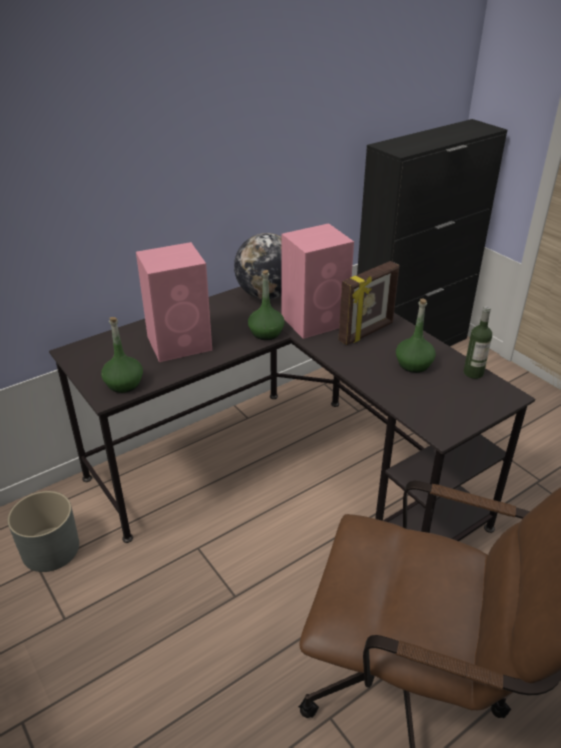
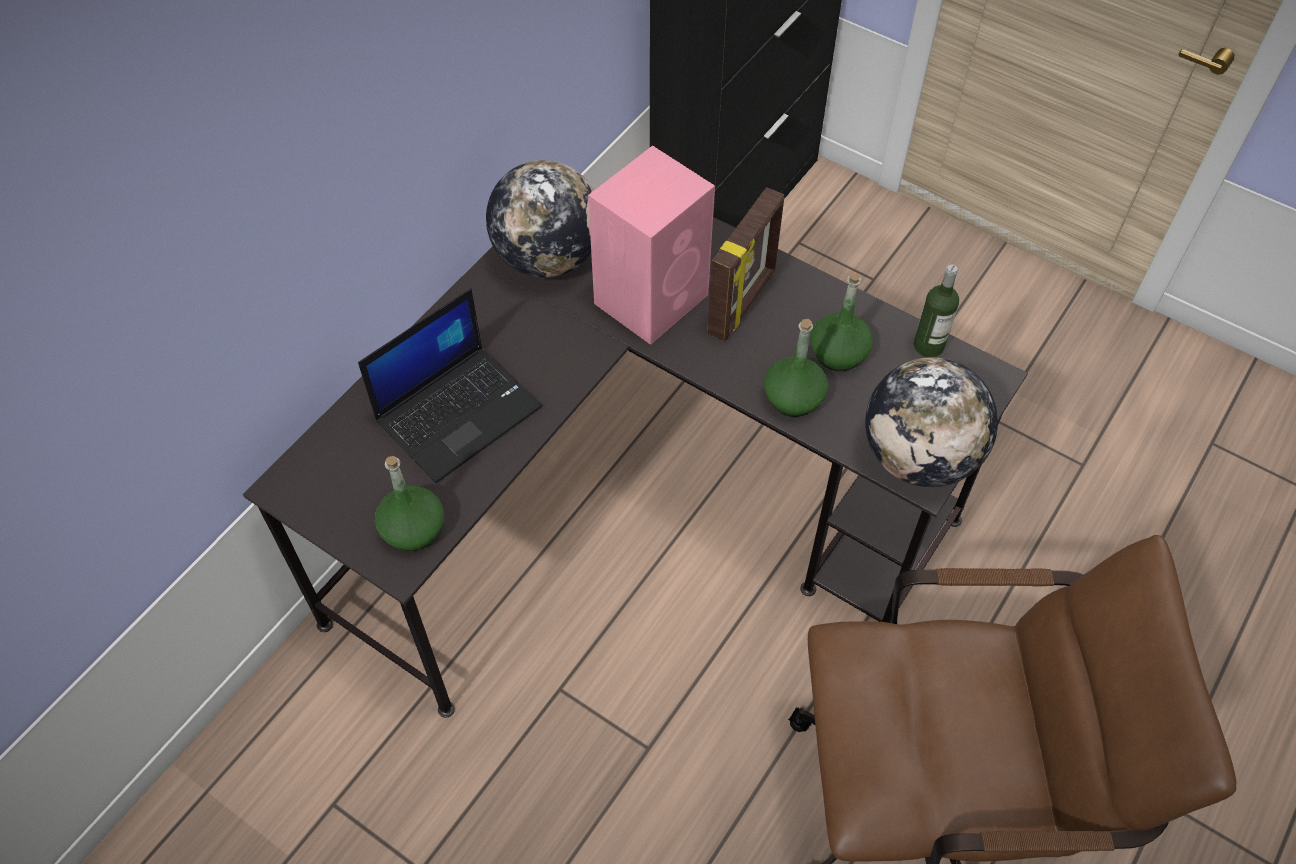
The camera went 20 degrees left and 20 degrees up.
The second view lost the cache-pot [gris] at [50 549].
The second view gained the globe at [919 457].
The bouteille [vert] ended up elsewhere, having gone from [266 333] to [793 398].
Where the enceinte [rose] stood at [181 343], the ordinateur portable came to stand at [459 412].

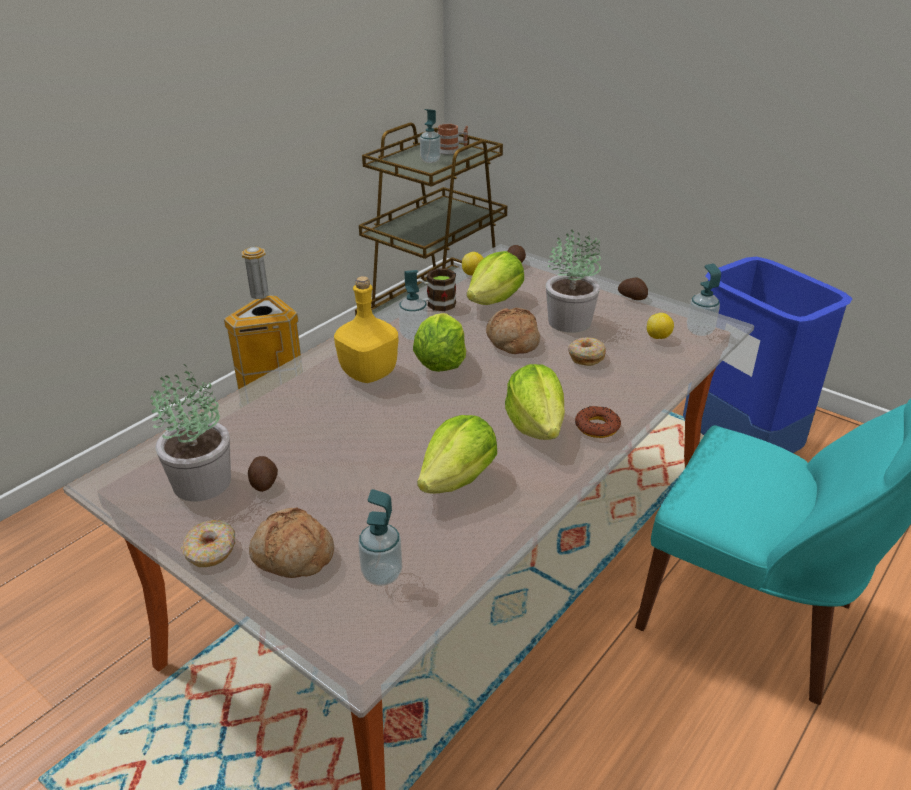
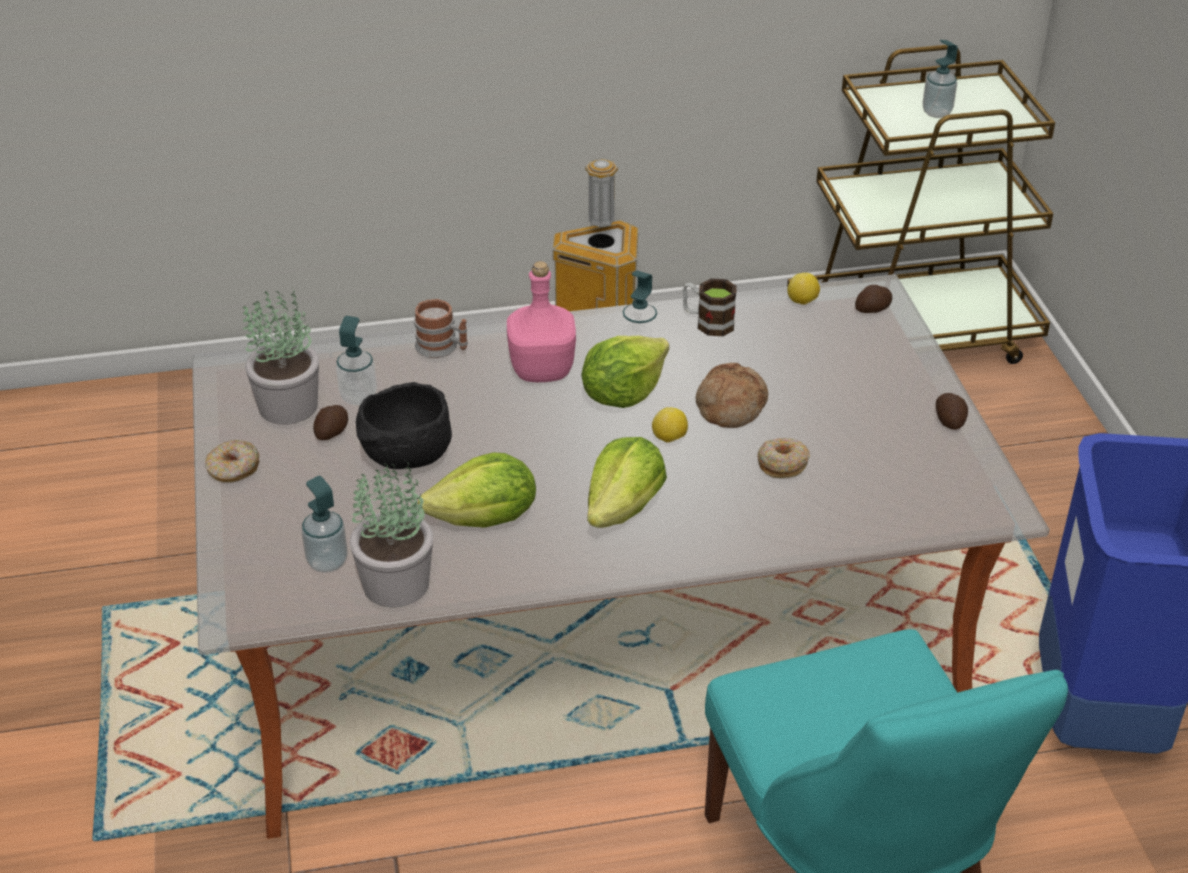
The camera went 40 degrees right and 5 degrees up.
The second view lost the pain at [292 556].
The second view lost the laitue at [495 300].
The second view lost the beignet at [597 427].
The second view gained the bol [noir] at [407 459].
The mug ended up elsewhere, having gone from [452 150] to [442 348].
The plante en pot ended up elsewhere, having gone from [570 321] to [397 584].
The citron ended up elsewhere, having gone from [658 337] to [669 439].
The distributeur de savon ended up elsewhere, having gone from [699 331] to [358 397].
What was the bouteille [jaune] at [369 373] turned into the bouteille [rose] at [542 371].

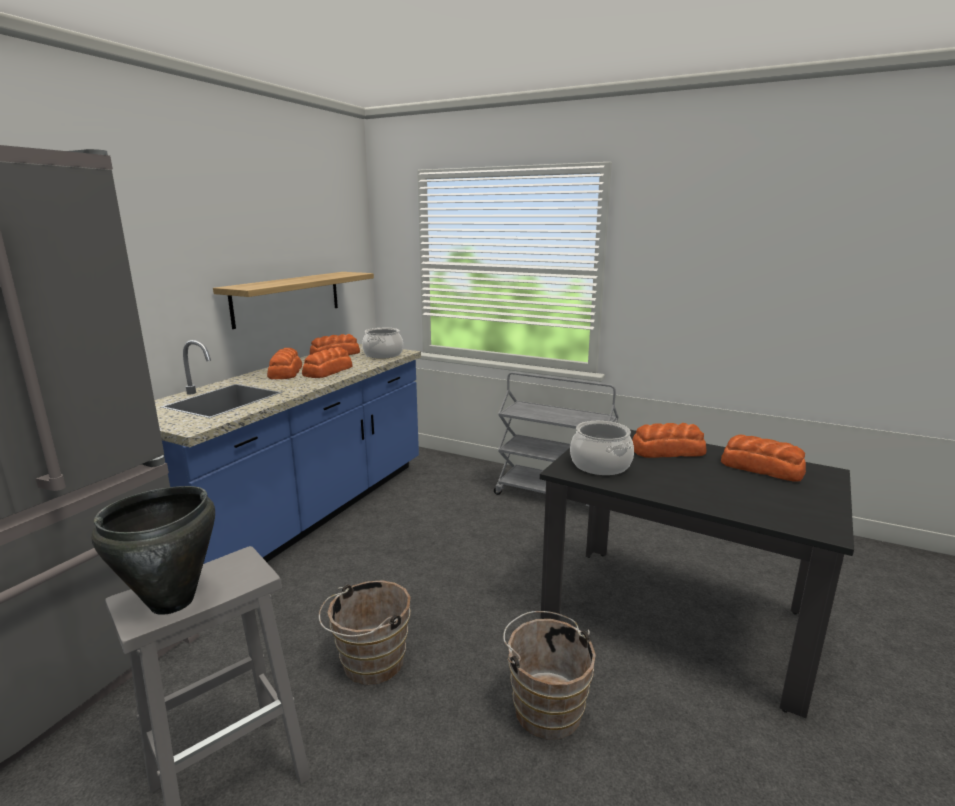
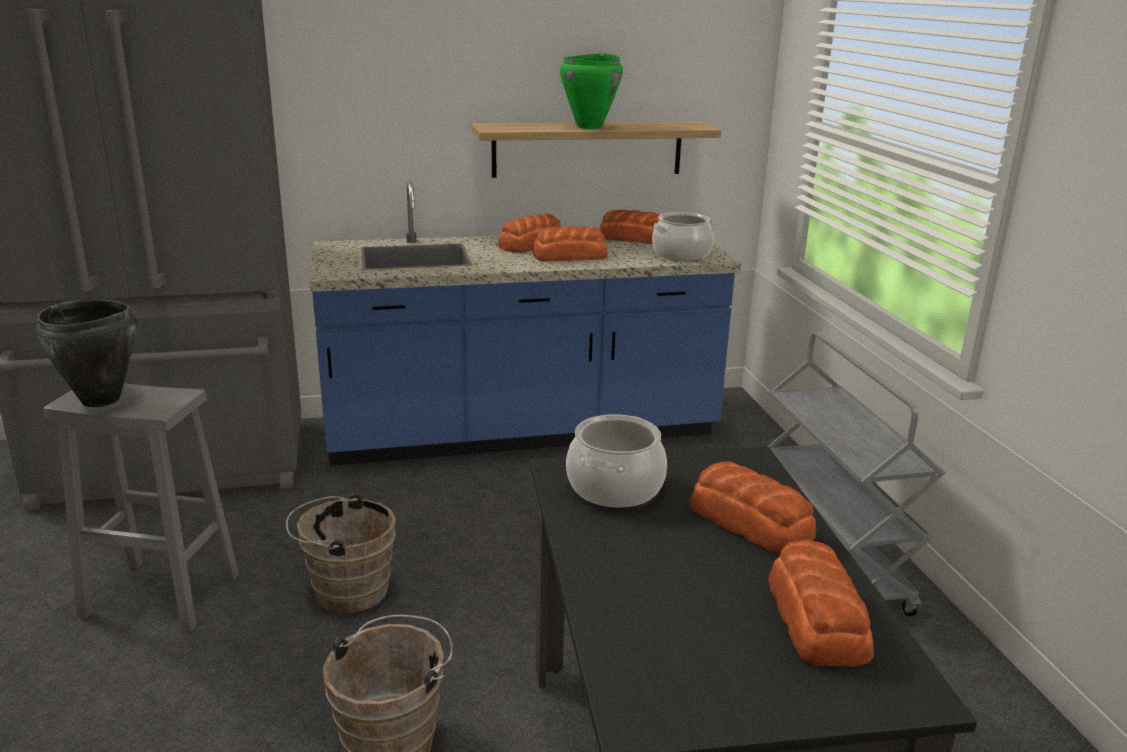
The camera went 50 degrees right and 5 degrees up.
The second view gained the marmite [vert] at [590 127].

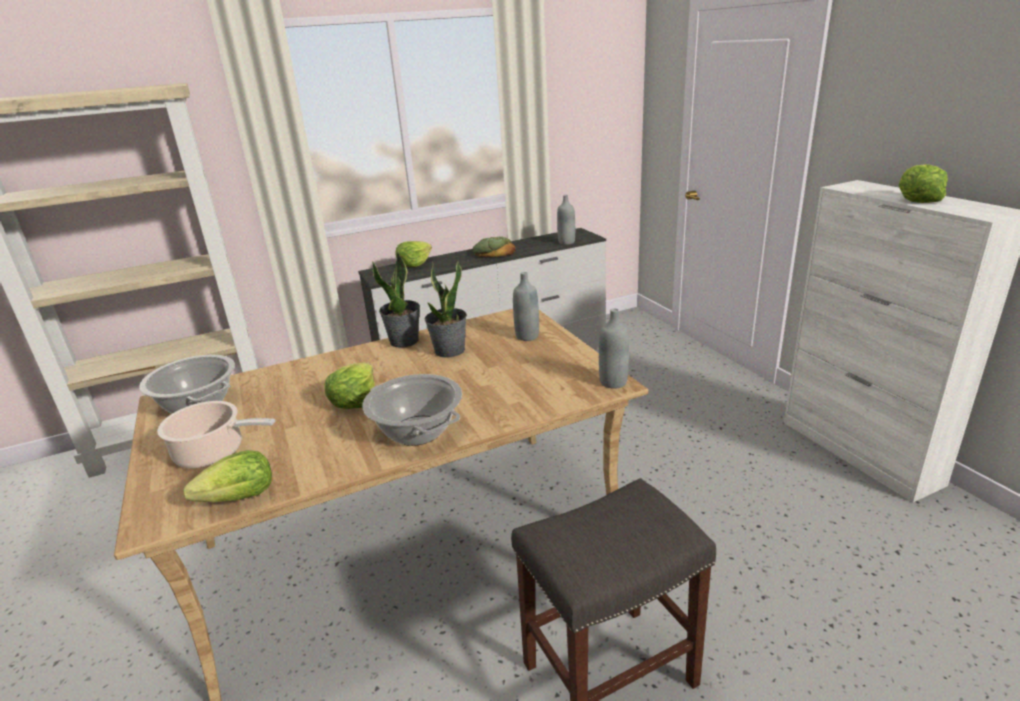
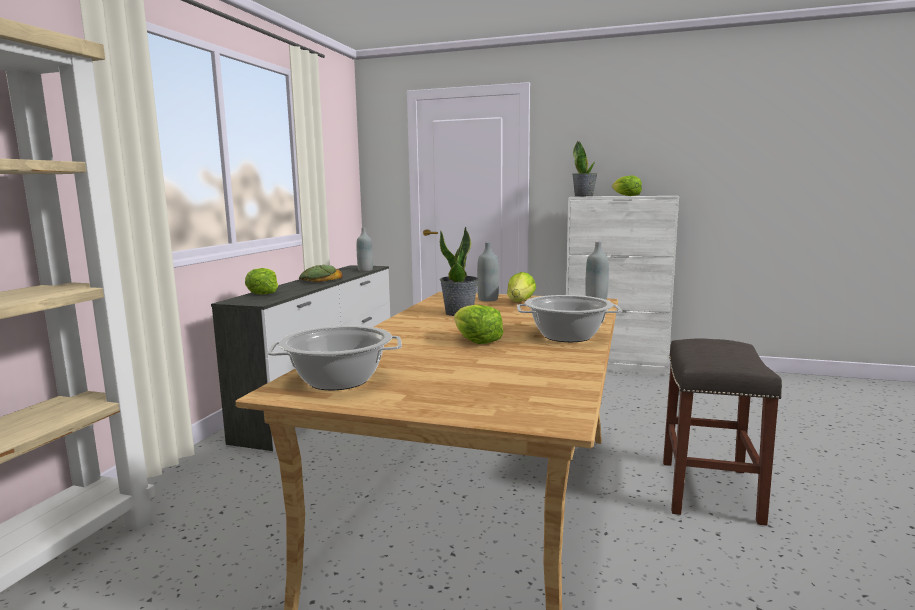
The camera went 50 degrees left and 15 degrees down.
The second view lost the marmite at [214 453].
The laitue ended up elsewhere, having gone from [240 498] to [520 302].
The plante en pot ended up elsewhere, having gone from [404 341] to [584 196].

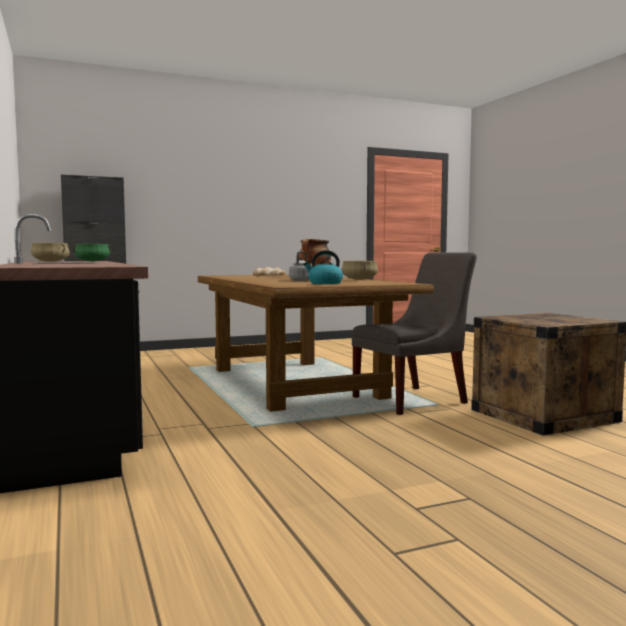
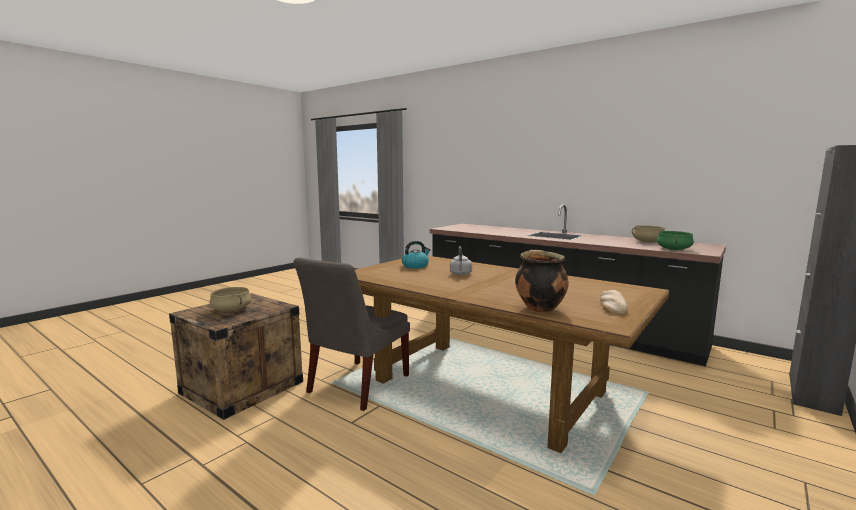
The camera went 150 degrees right and 5 degrees up.
The marmite [beige] ended up elsewhere, having gone from [359 279] to [232 310].

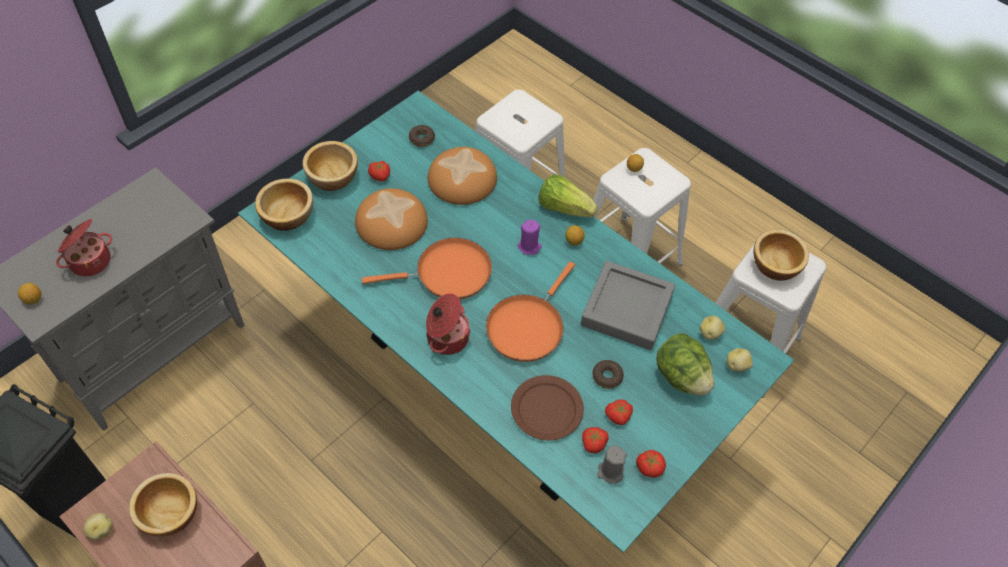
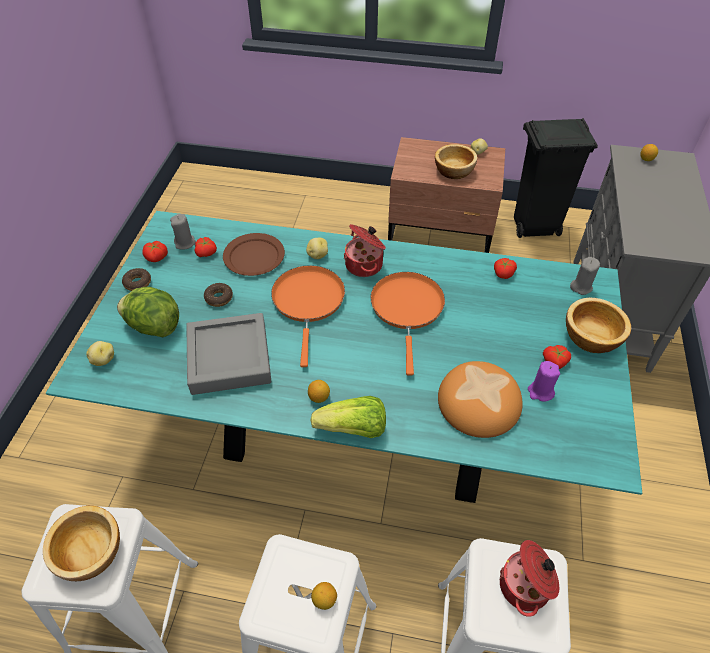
The camera went 150 degrees right and 5 degrees down.
The second view lost the pain at [390 223].
The marmite ended up elsewhere, having gone from [90 260] to [526 586].
The beignet ended up elsewhere, having gone from [422 139] to [137 283].
The bougie [violet] ended up elsewhere, having gone from [529 247] to [540 392].
The tomate ended up elsewhere, having gone from [618 416] to [503 273].
The pomme de terre ended up elsewhere, having gone from [710 333] to [317 255].
Where the bol stood at [287 214], the bougie [gris] came to stand at [581 287].
The poêle [orange] at [448 273] ended up facing another way, 135 degrees clockwise from before.

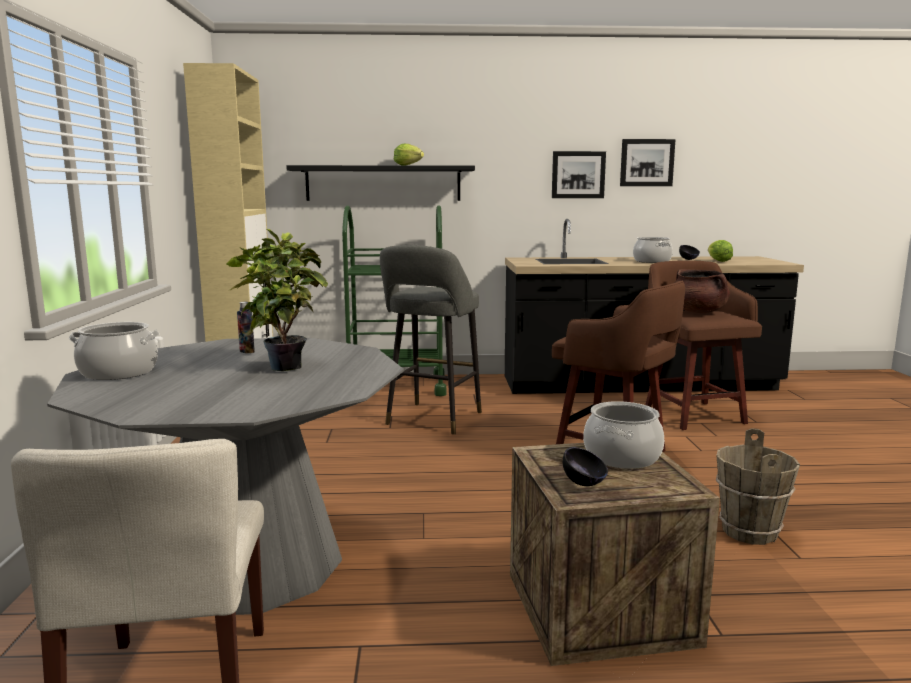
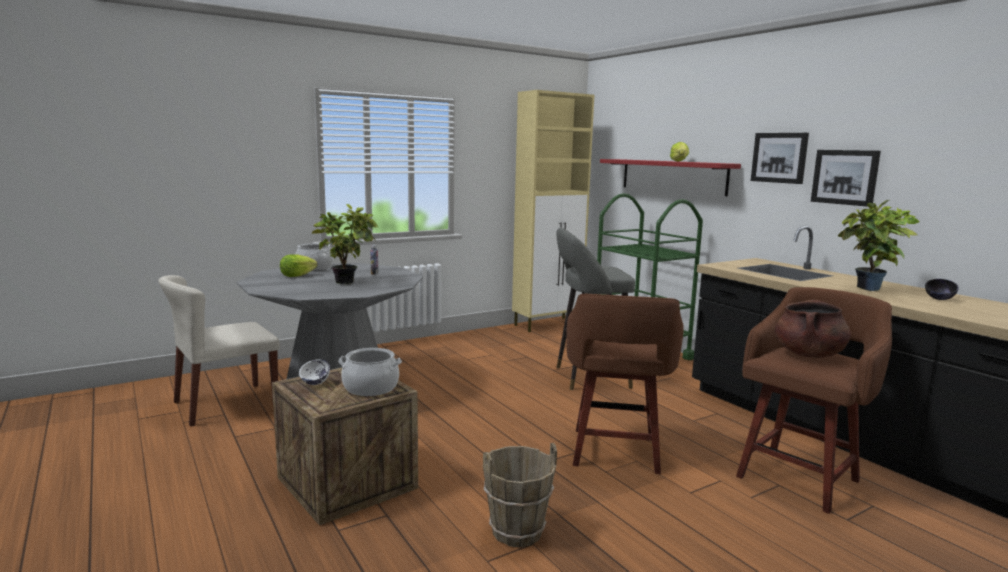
The camera went 60 degrees right and 0 degrees up.
The tableau ended up elsewhere, having gone from [646 162] to [779 157].
The laitue ended up elsewhere, having gone from [718 261] to [297 276].
Where the marmite stood at [652 261], the plante en pot came to stand at [869 290].
What was the étagère [noir] at [383 183] turned into the étagère [rouge] at [672 176].
What was the bol [noir] at [584 483] turned into the bol [blanc] at [315 383].

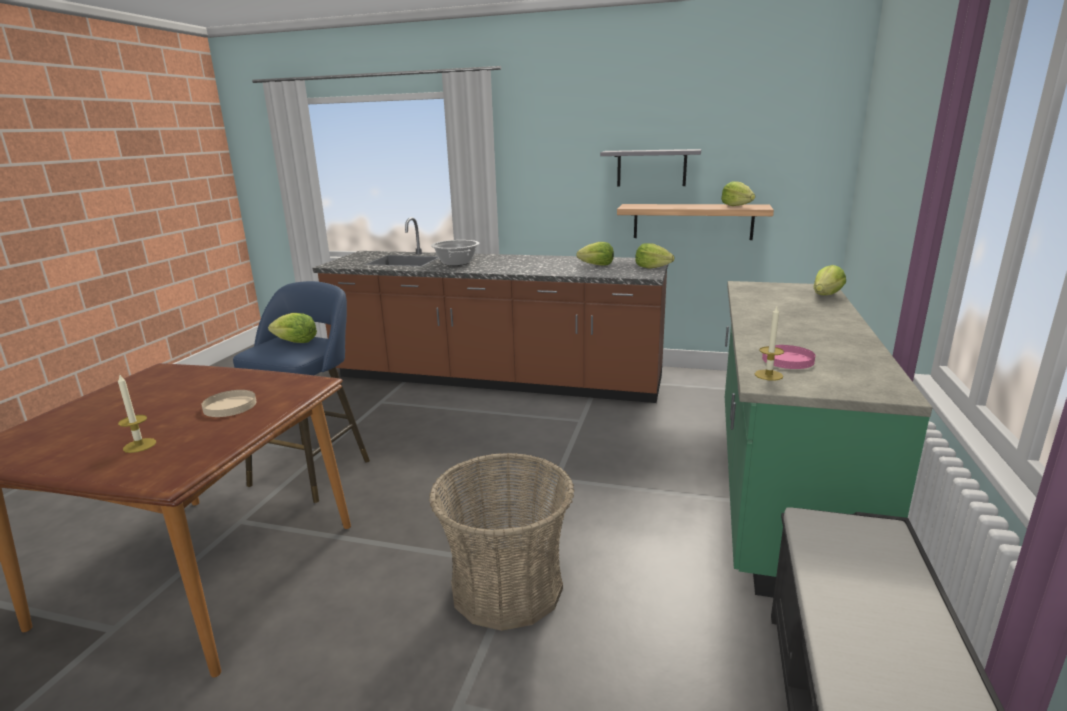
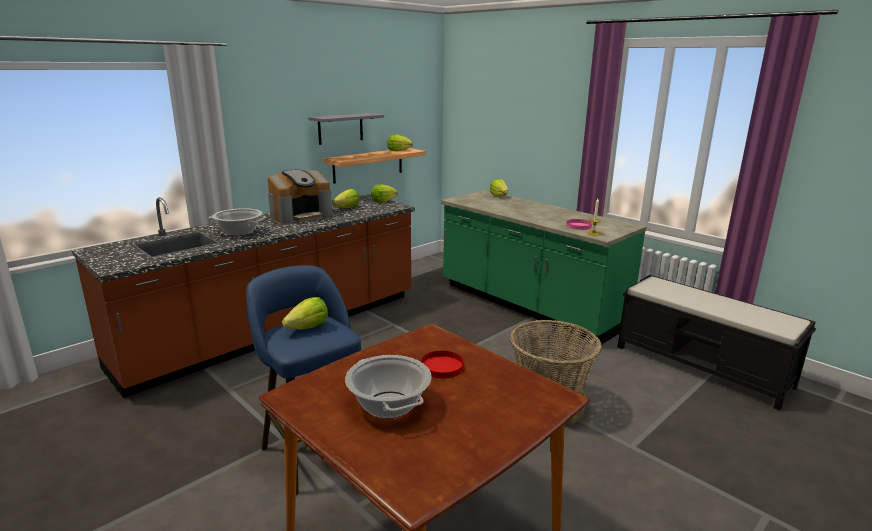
The camera went 60 degrees left and 0 degrees up.
The second view lost the bougie at [139 445].
The second view gained the machine à café at [300 215].
The second view gained the marmite at [388 405].
What was the assiette [beige] at [229 406] turned into the assiette [rouge] at [442 367].

